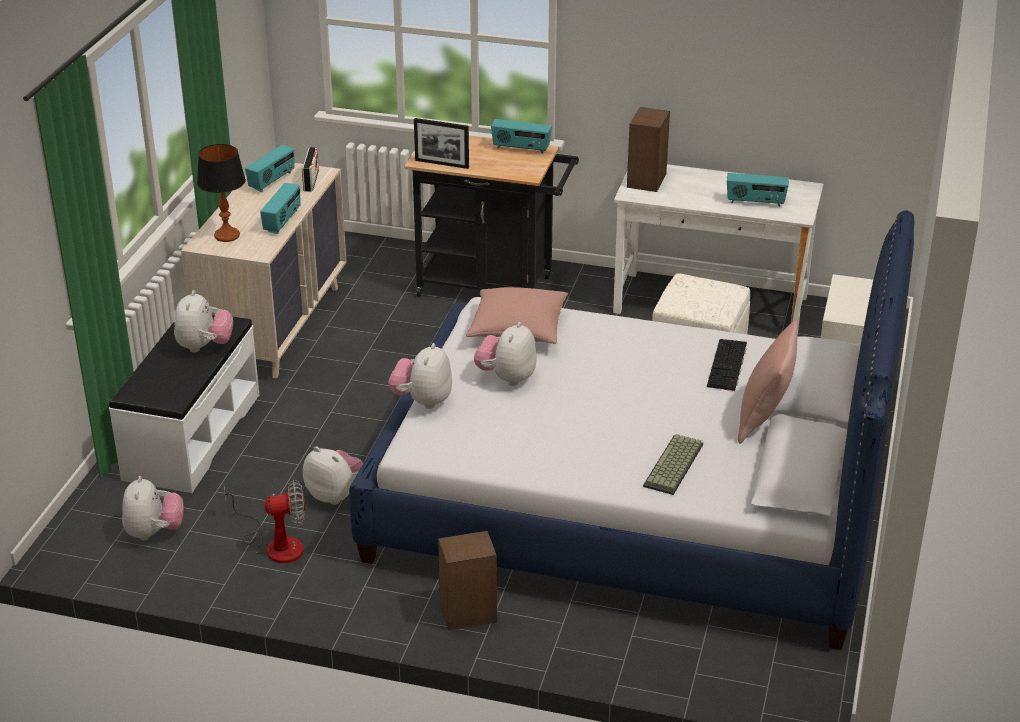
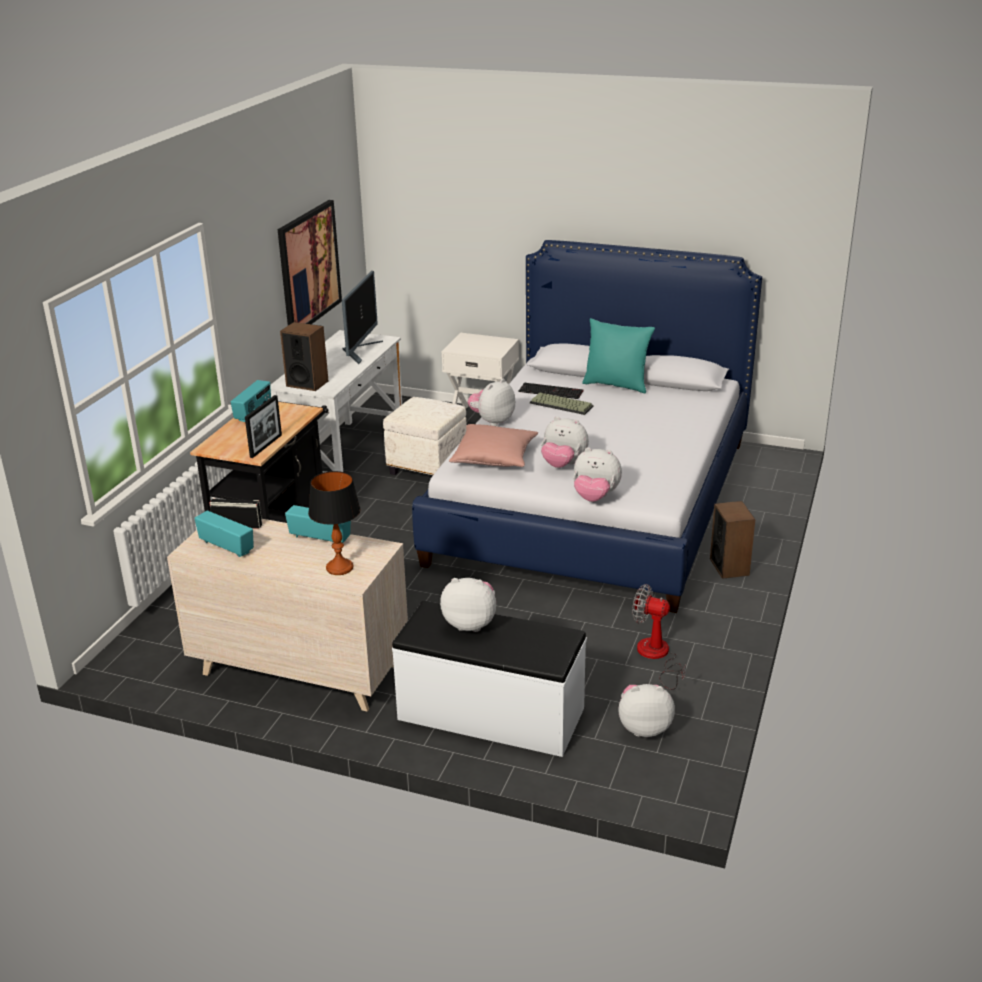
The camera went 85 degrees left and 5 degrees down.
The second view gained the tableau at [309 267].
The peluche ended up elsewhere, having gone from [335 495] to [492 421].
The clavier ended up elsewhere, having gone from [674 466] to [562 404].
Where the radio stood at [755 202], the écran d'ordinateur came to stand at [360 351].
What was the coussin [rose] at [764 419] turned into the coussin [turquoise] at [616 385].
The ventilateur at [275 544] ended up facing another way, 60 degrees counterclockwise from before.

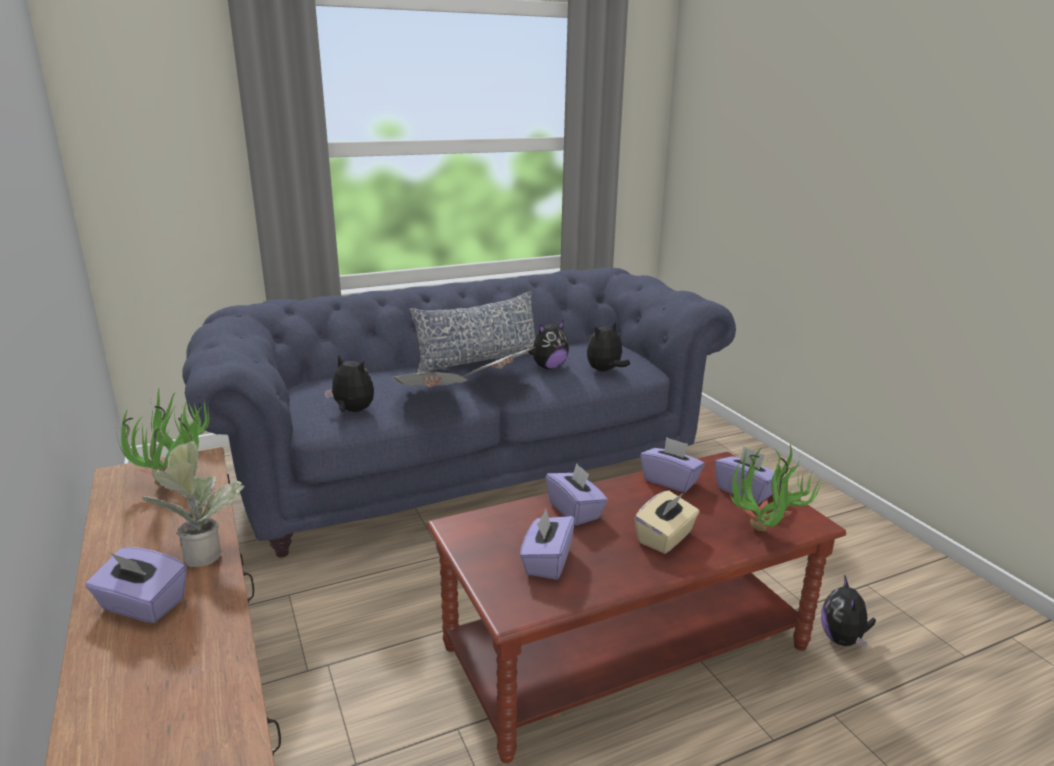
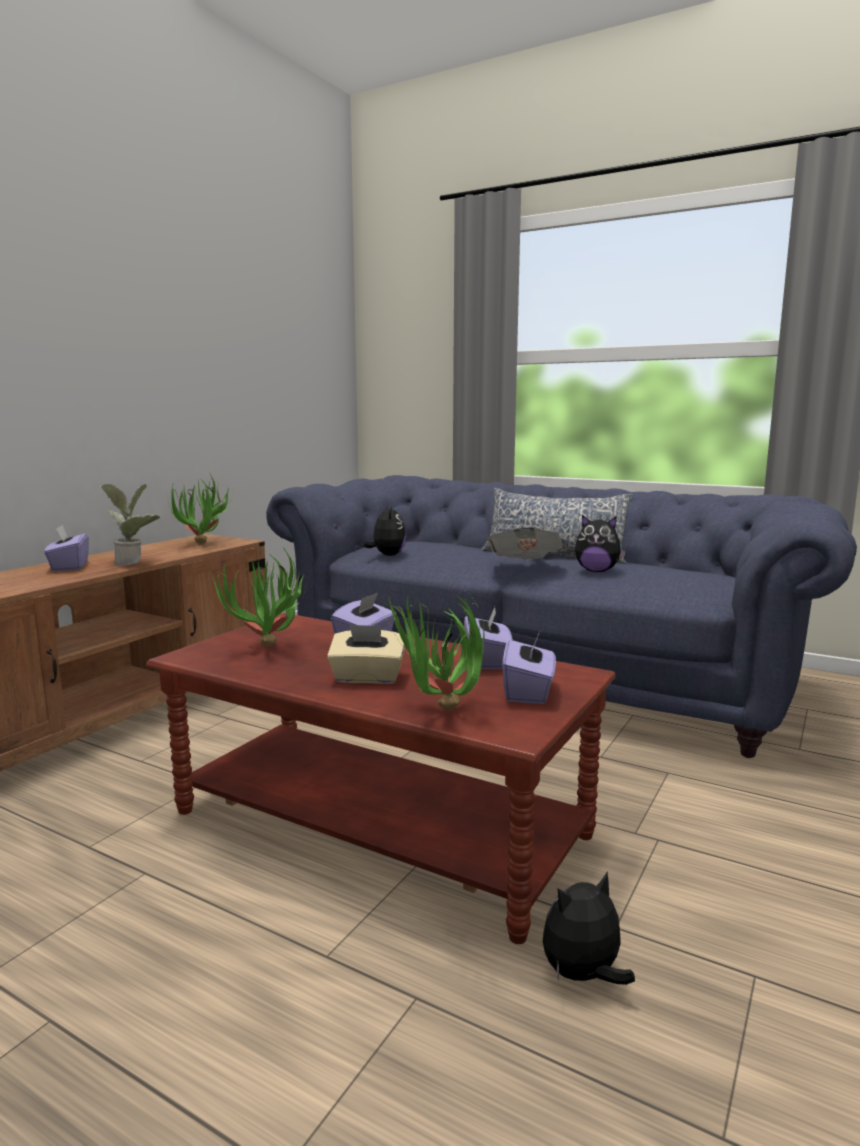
The camera went 55 degrees right and 10 degrees down.
The second view lost the journal at [431 399].
The second view lost the peluche at [605 371].
Where the boîte à mouchoirs [violet] stood at [547 561], the plante en pot came to stand at [268 650].

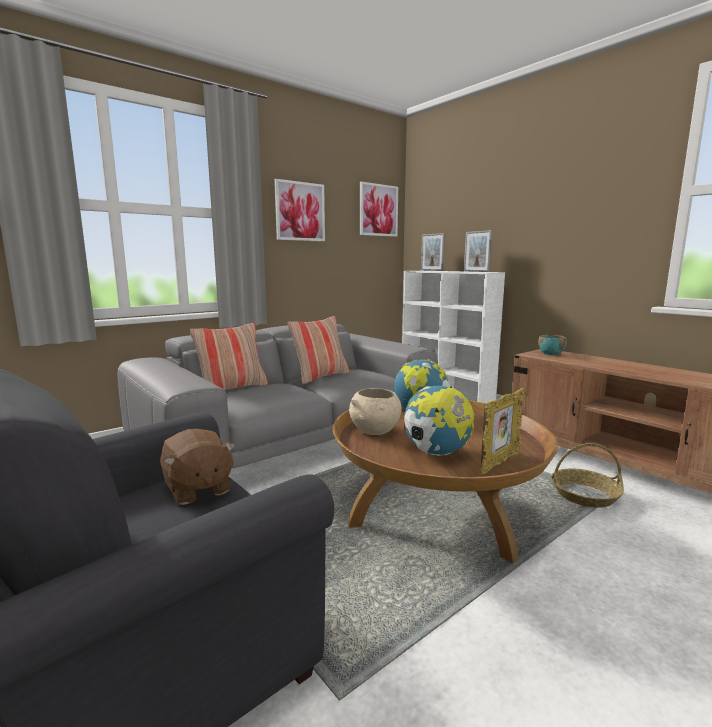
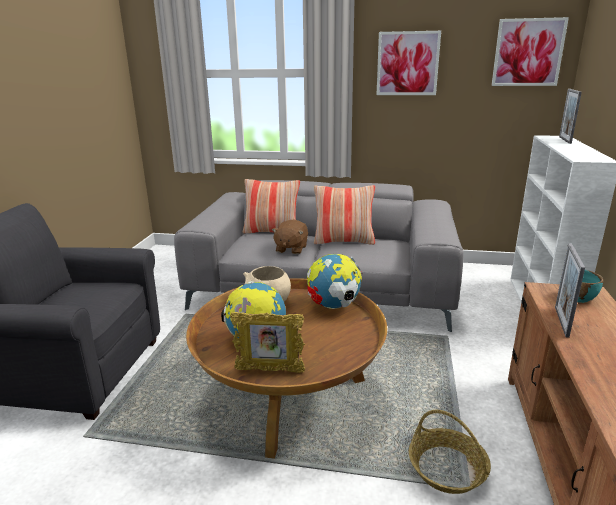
The camera went 50 degrees right and 10 degrees up.
The peluche [marron] ended up elsewhere, having gone from [197 489] to [291 249].
The cadre photo ended up elsewhere, having gone from [476 271] to [561 321].

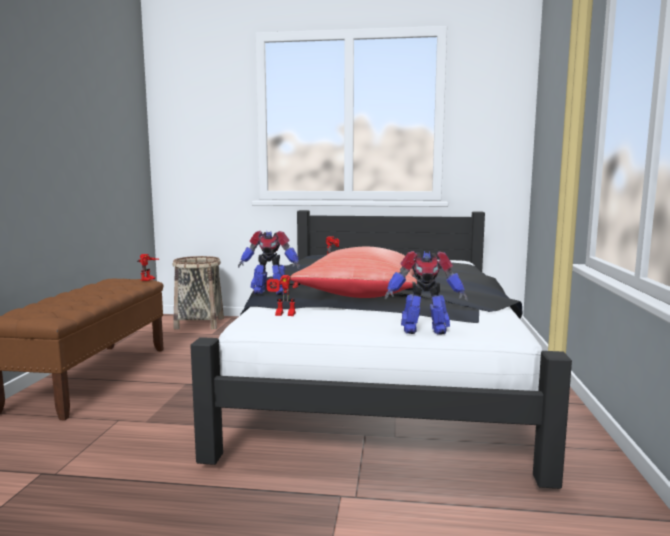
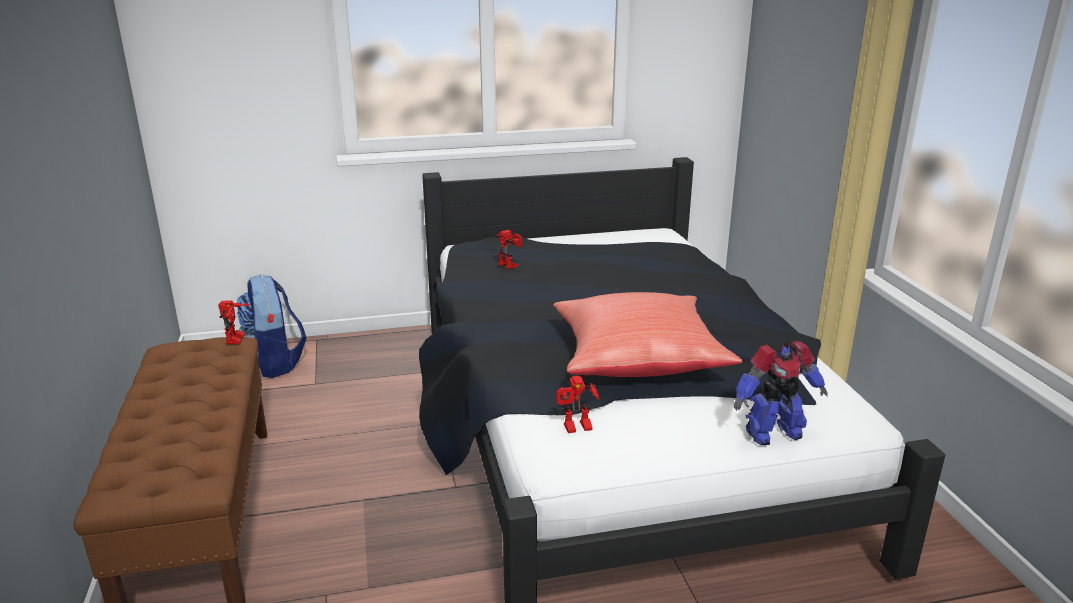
The camera went 20 degrees left and 15 degrees up.
The second view lost the robot jouet at [269 292].
Where the panier stood at [199 324], the sac à dos came to stand at [275 363].

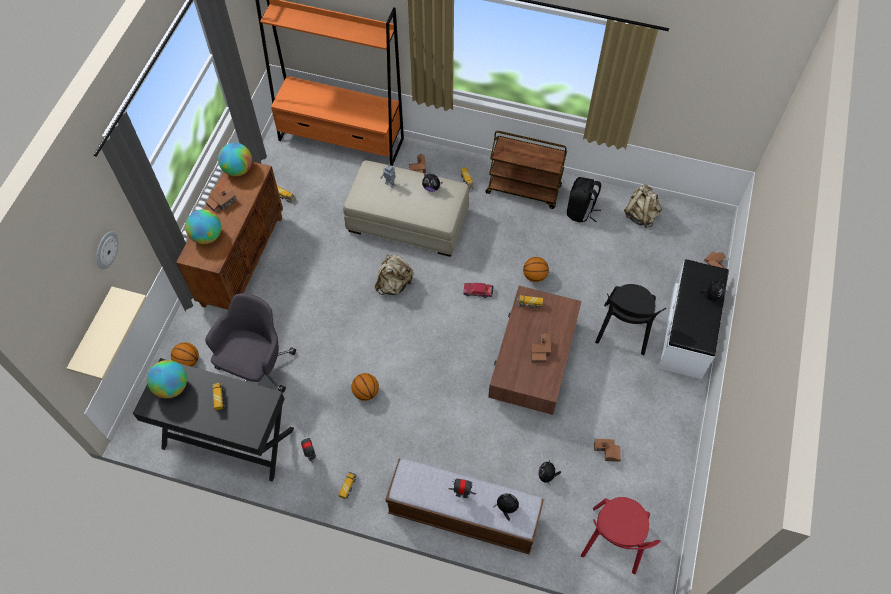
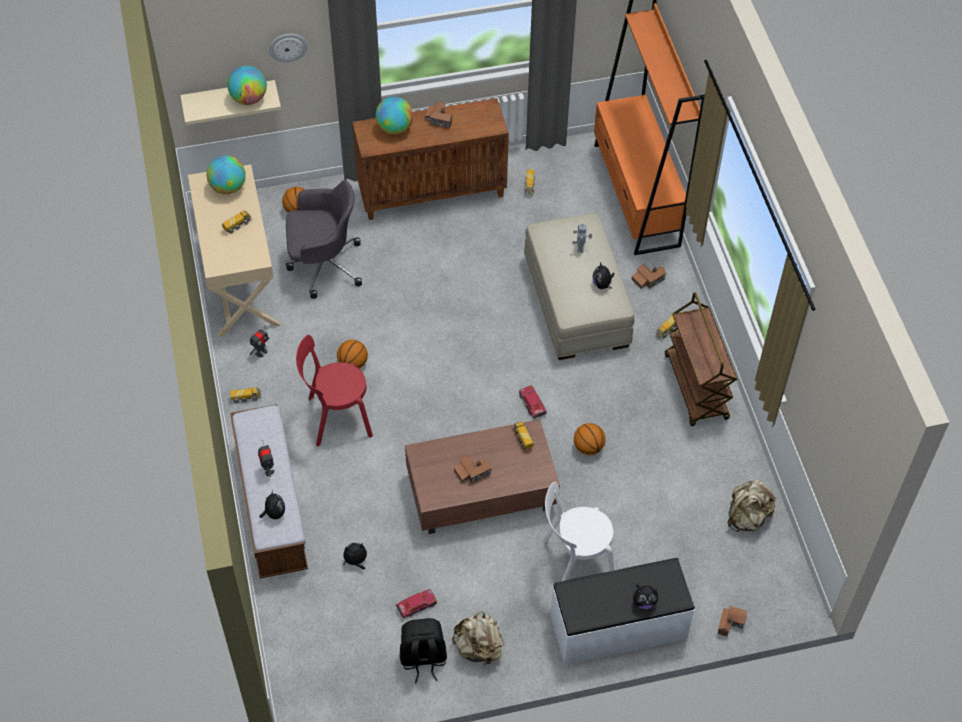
The camera went 60 degrees right and 5 degrees down.
The globe ended up elsewhere, having gone from [238 169] to [249 99].
The sac à dos [beige] ended up elsewhere, having gone from [394 284] to [479 648].
The sac à dos [noir] ended up elsewhere, having gone from [580 211] to [423 659].
The chaise [rouge] ended up elsewhere, having gone from [613 543] to [336 417].
Where the maison miniature stood at [606 451], the petite voiture came to stand at [416 605].
What was the bureau [noir] at [227 439] turned into the bureau [beige] at [239 281].
What was the chaise [noir] at [623 332] turned into the chaise [blanc] at [574 562].

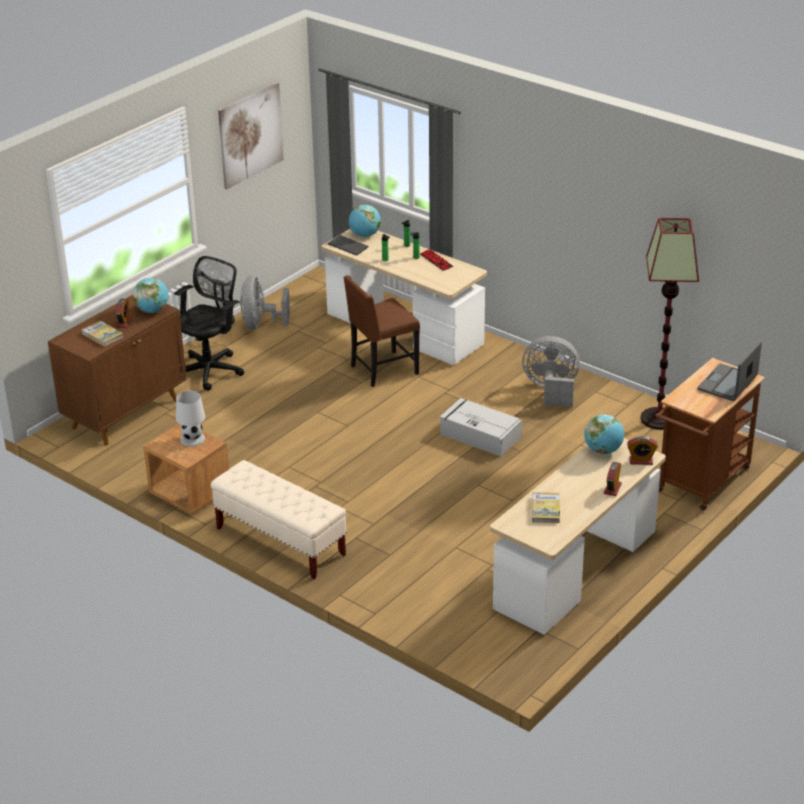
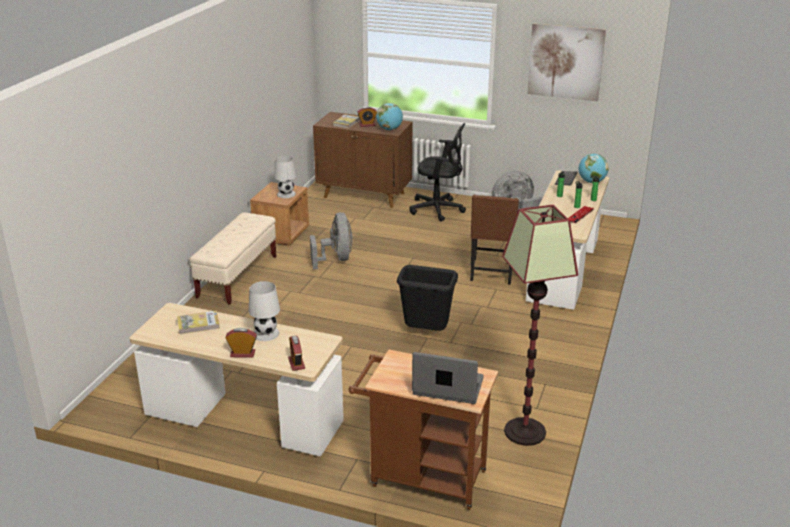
The camera went 70 degrees right and 5 degrees down.
The second view lost the globe at [603 450].
The second view gained the lampe de table [blanc] at [266 333].
The ventilateur [gris] ended up elsewhere, having gone from [551 390] to [336 259].
Where the boîte de rangement [gris] stood at [479 435], the poubelle [noir] came to stand at [426 333].
The chaise [marron] at [382 370] ended up facing another way, 120 degrees counterclockwise from before.

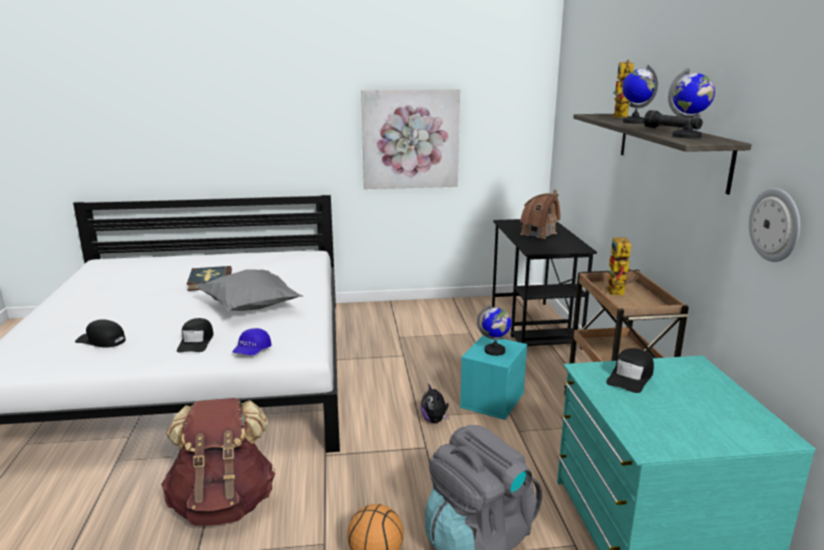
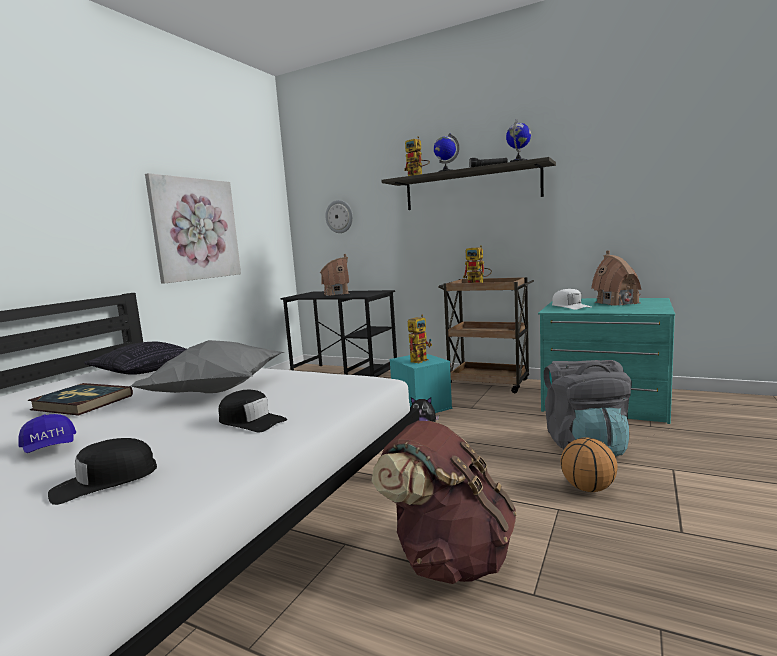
The camera went 55 degrees left and 10 degrees down.
The second view gained the coussin at [144 370].
The second view gained the maison miniature at [617 303].
The casquette [bleu] ended up elsewhere, having gone from [252 351] to [50 448].
The horloge murale ended up elsewhere, having gone from [775 225] to [339 216].
Where the globe stood at [495 351], the robot jouet came to stand at [420 359].
What was the casquette [noir] at [630 377] turned into the casquette [blanc] at [570 306].

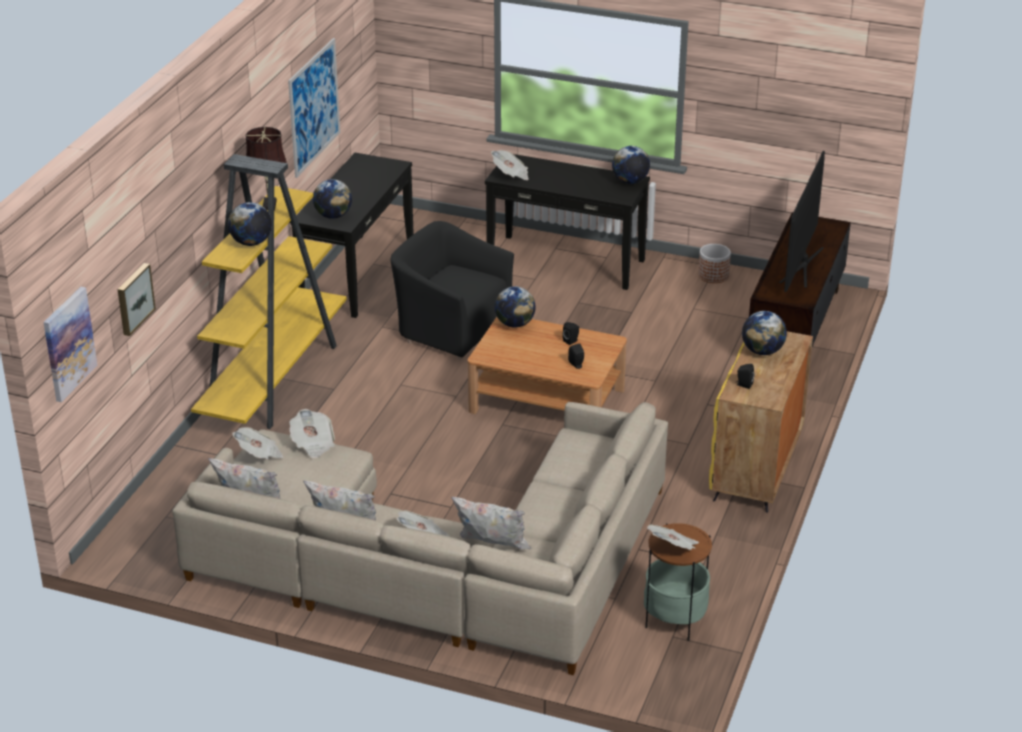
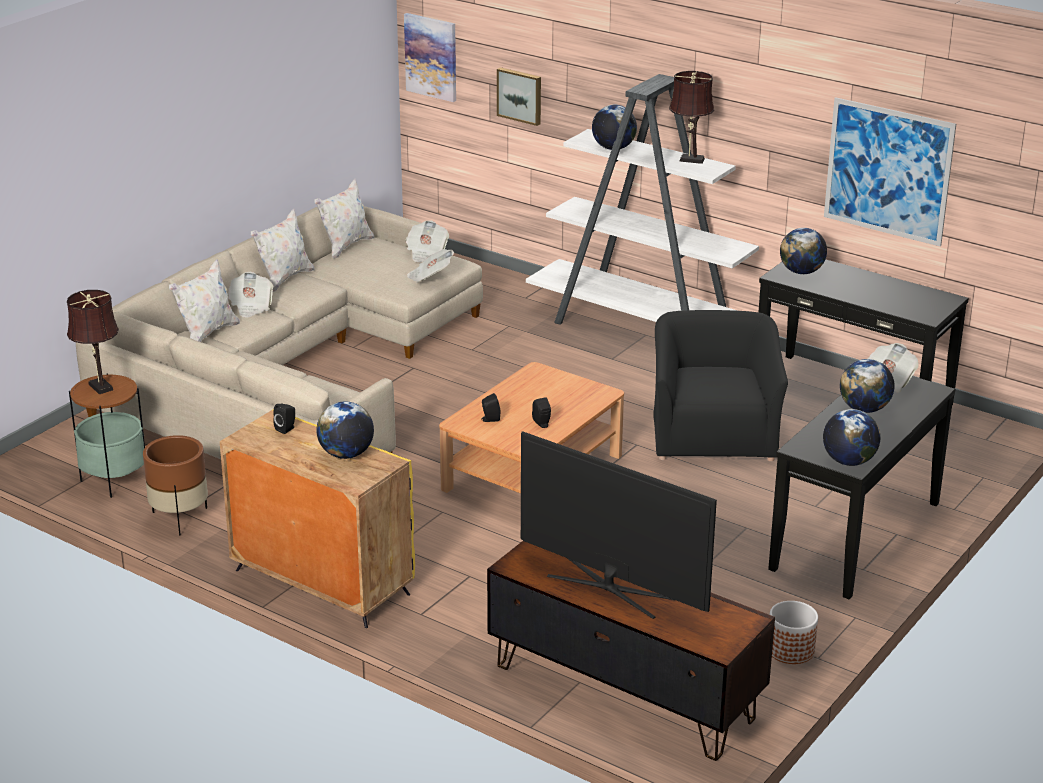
The camera went 105 degrees right and 5 degrees down.
The second view gained the cache-pot [marron] at [180 518].
The globe ended up elsewhere, having gone from [515 324] to [864 409].
Where the journal stood at [673 548], the lampe de table [marron] came to stand at [99 385].
What was the bibliothèque [jaune] at [274 378] turned into the bibliothèque [blanc] at [646 332].
The fauteuil [noir] at [451 327] ended up facing another way, 45 degrees counterclockwise from before.

